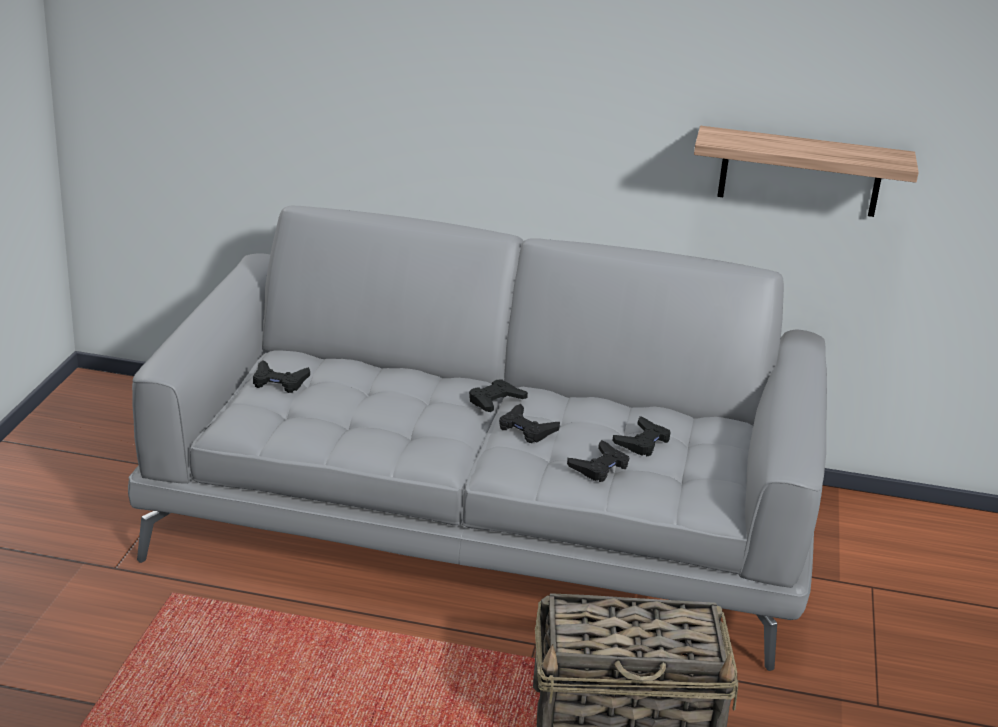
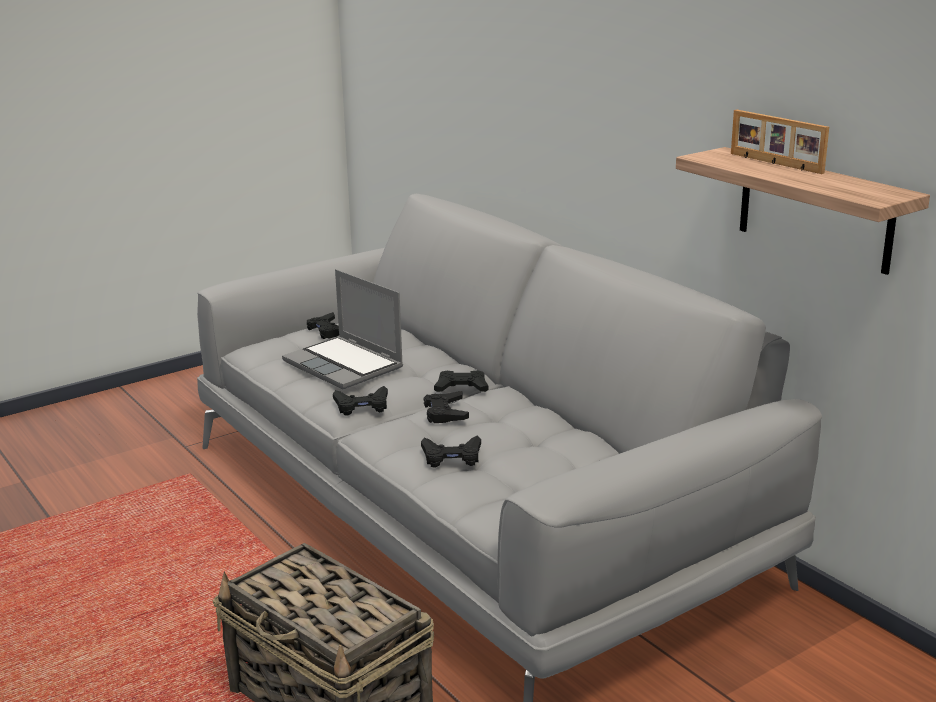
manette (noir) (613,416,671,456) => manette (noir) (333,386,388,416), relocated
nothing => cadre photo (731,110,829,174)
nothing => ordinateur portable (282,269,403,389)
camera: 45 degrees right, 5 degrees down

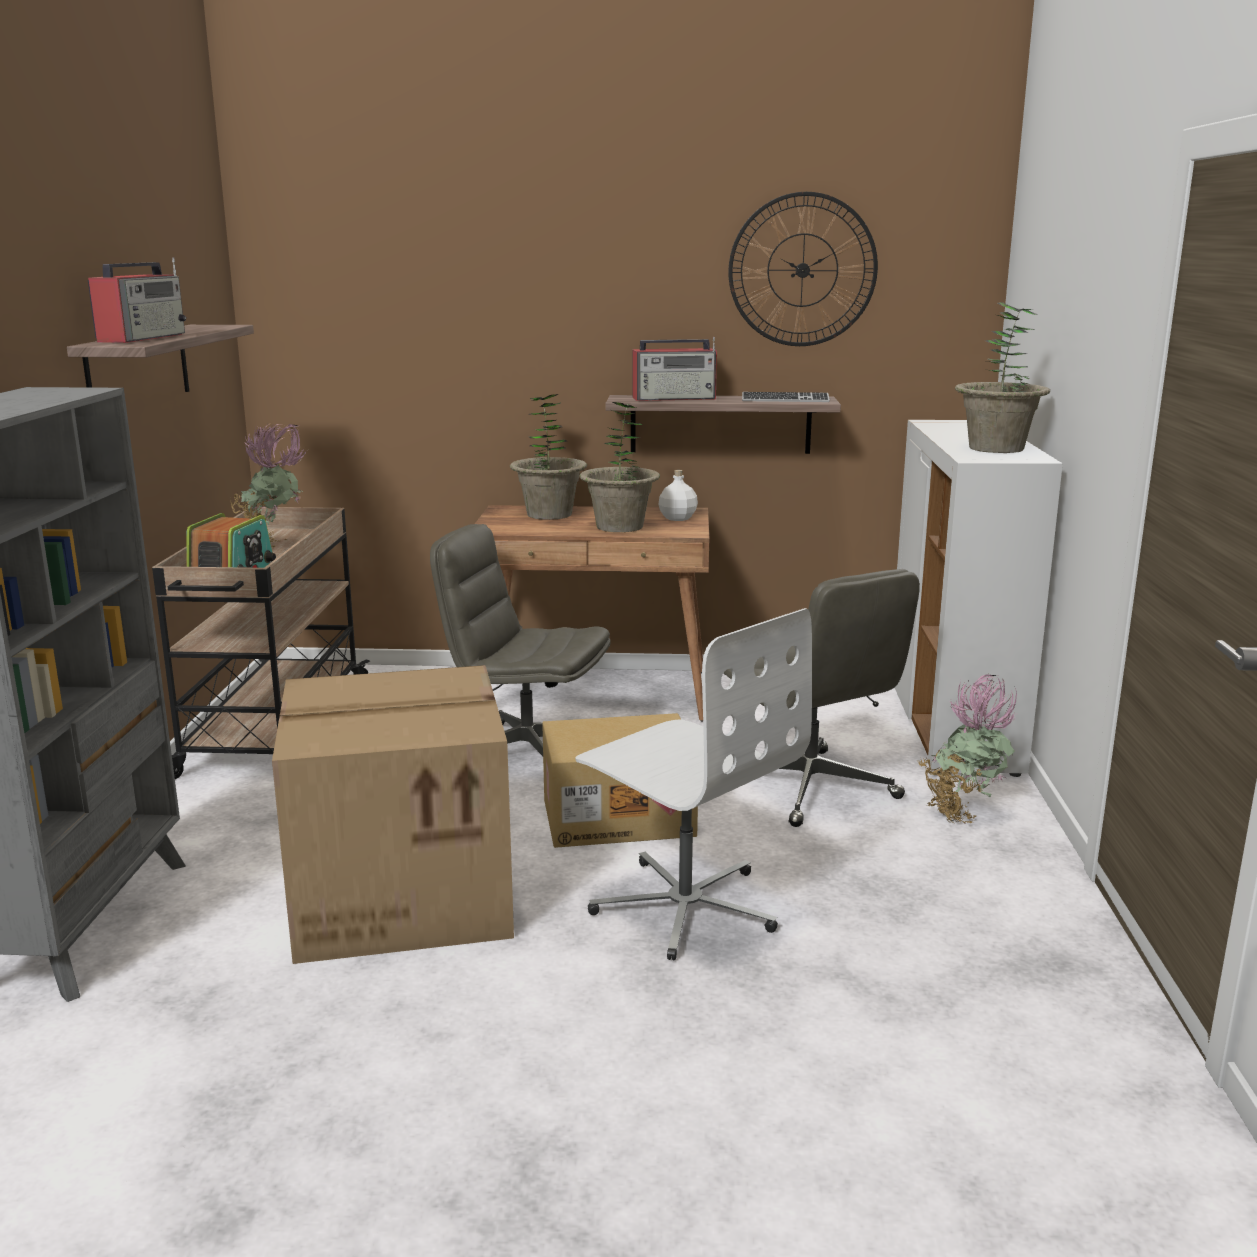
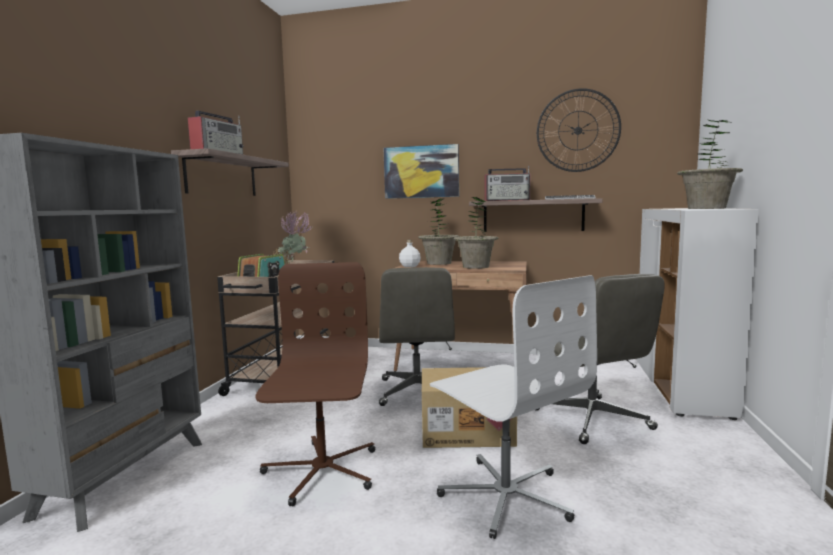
bouteille (blanc) (658,470,698,521) => bouteille (blanc) (399,240,421,267), relocated
chaise de bureau (gris) (430,524,611,756) => chaise de bureau (gris) (379,267,455,406), 120 degrees counterclockwise
carton (272,665,514,964) => chaise de bureau (marron) (255,262,375,506)
plante en pot (917,674,1017,823) => nothing
nothing => tableau (384,144,459,199)
camera: 10 degrees right, 10 degrees down

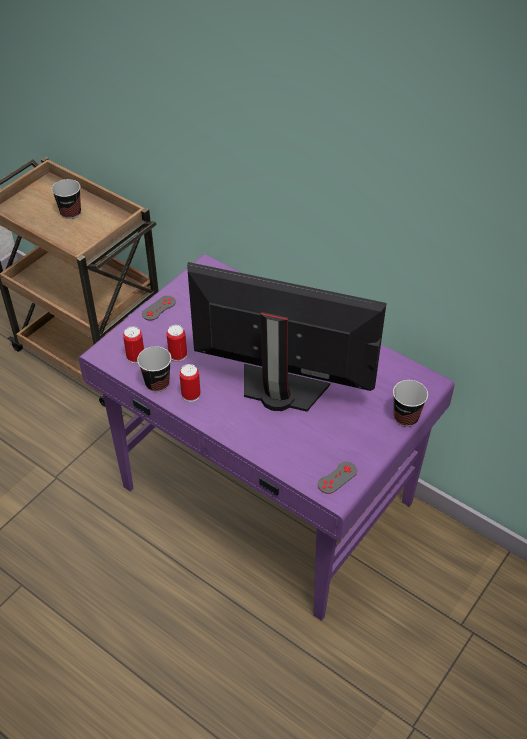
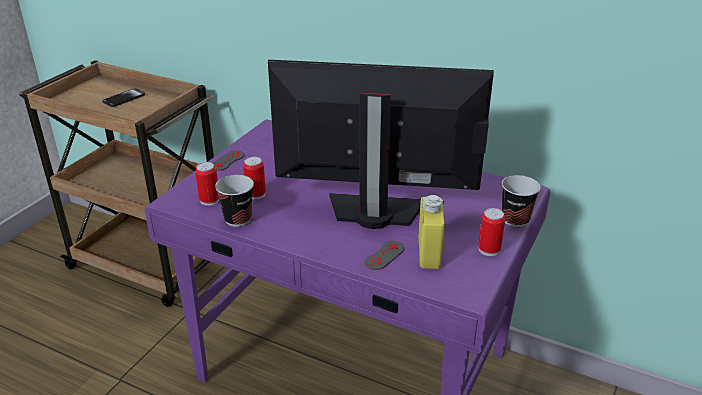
tasse (52,179,81,219) => téléphone (102,89,145,107)
boîte métallique (179,364,201,402) => boîte métallique (478,208,505,256), relocated
manette (gris) (318,462,357,494) => manette (gris) (364,241,404,270), relocated
nothing => bouteille (jaune) (418,195,445,269)
camera: 10 degrees left, 15 degrees down

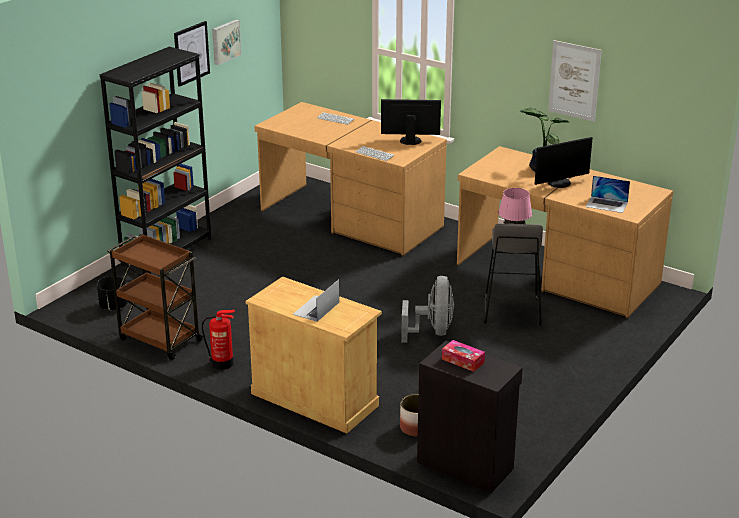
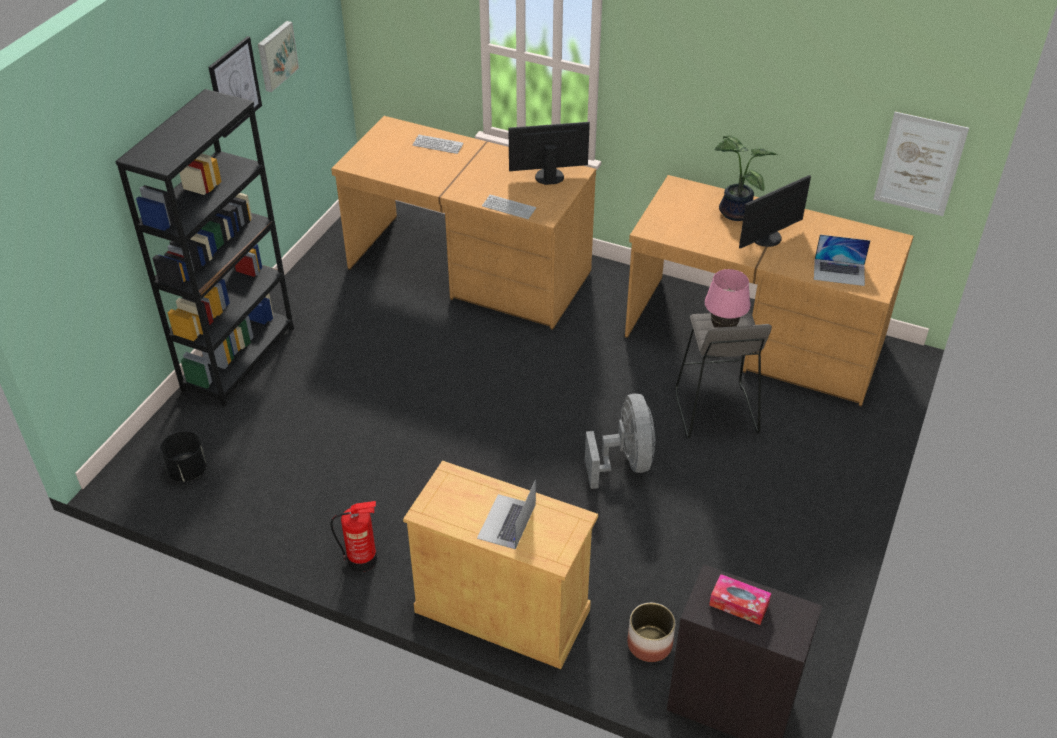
tableau (548,40,602,122) => tableau (873,112,969,216), relocated
chariot (marron) (107,234,203,360) => nothing
camera: 10 degrees left, 15 degrees up

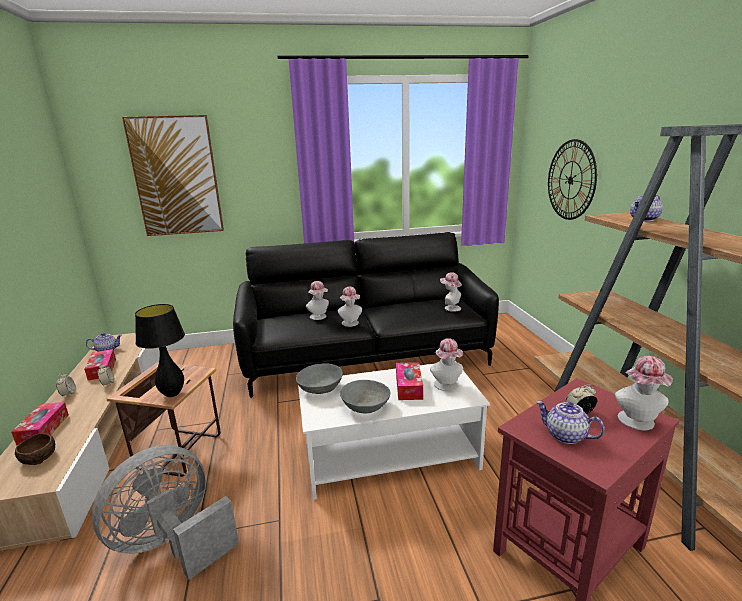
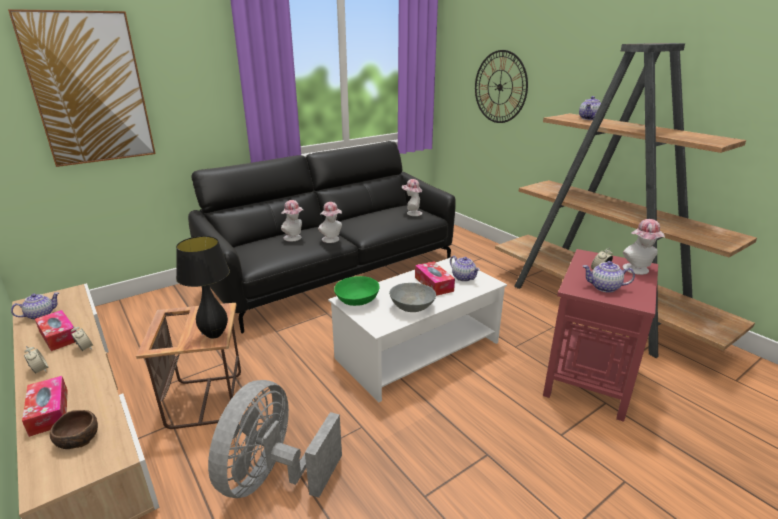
chapeau (430,338,463,391) => théière (450,256,480,282)
bol (gris) (296,363,343,394) => bol (vert) (334,276,380,306)
camera: 25 degrees left, 5 degrees up

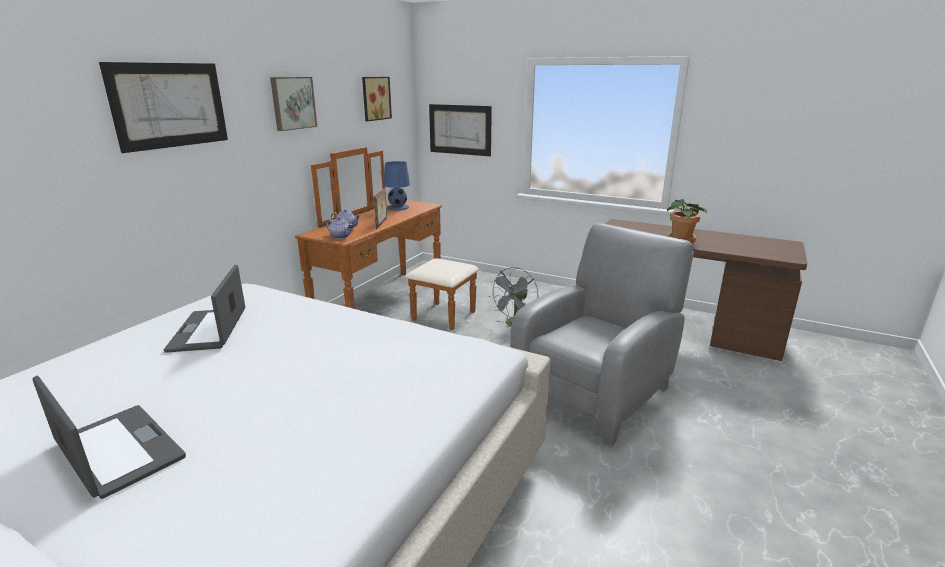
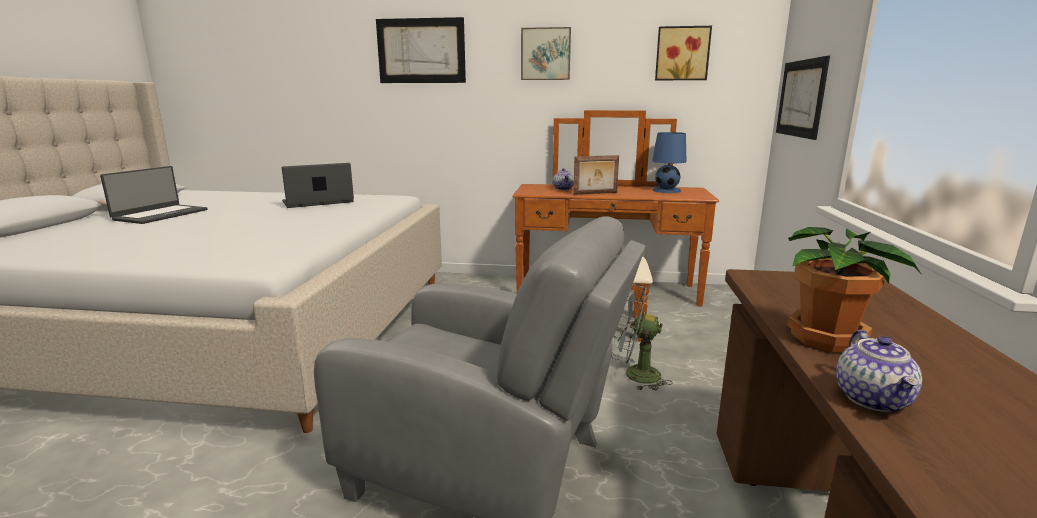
théière (326,217,353,239) => théière (836,330,922,412), relocated
camera: 70 degrees right, 5 degrees down

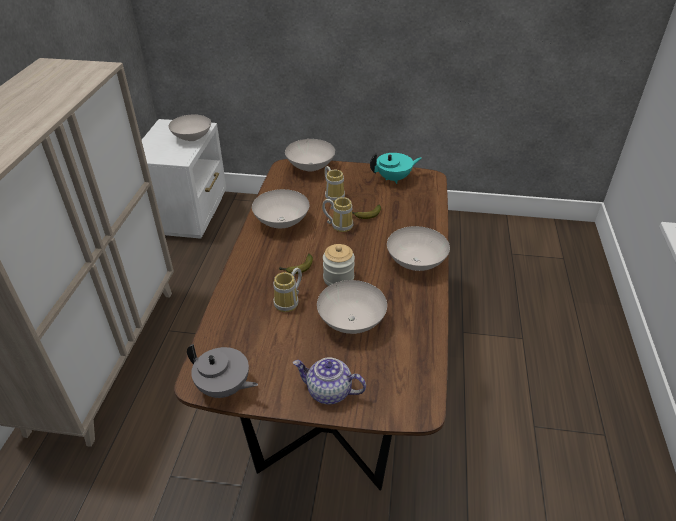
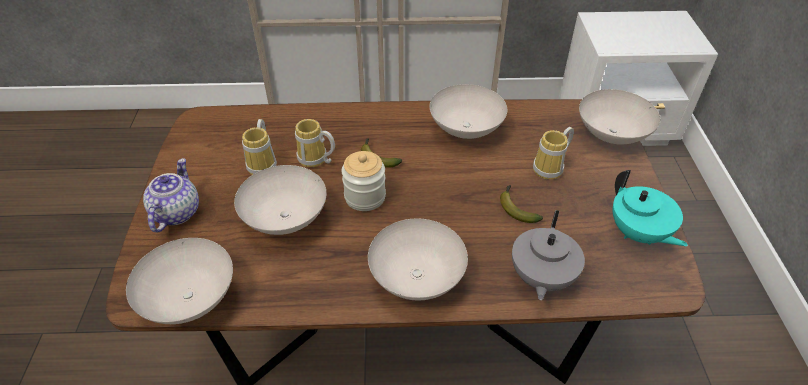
bol (blanc) (169,114,211,141) => bol (blanc) (126,238,233,324), relocated
mug (322,197,353,232) => mug (242,119,277,175), relocated
théière (gris) (187,344,258,398) => théière (gris) (512,210,585,300), relocated
camera: 80 degrees right, 5 degrees up

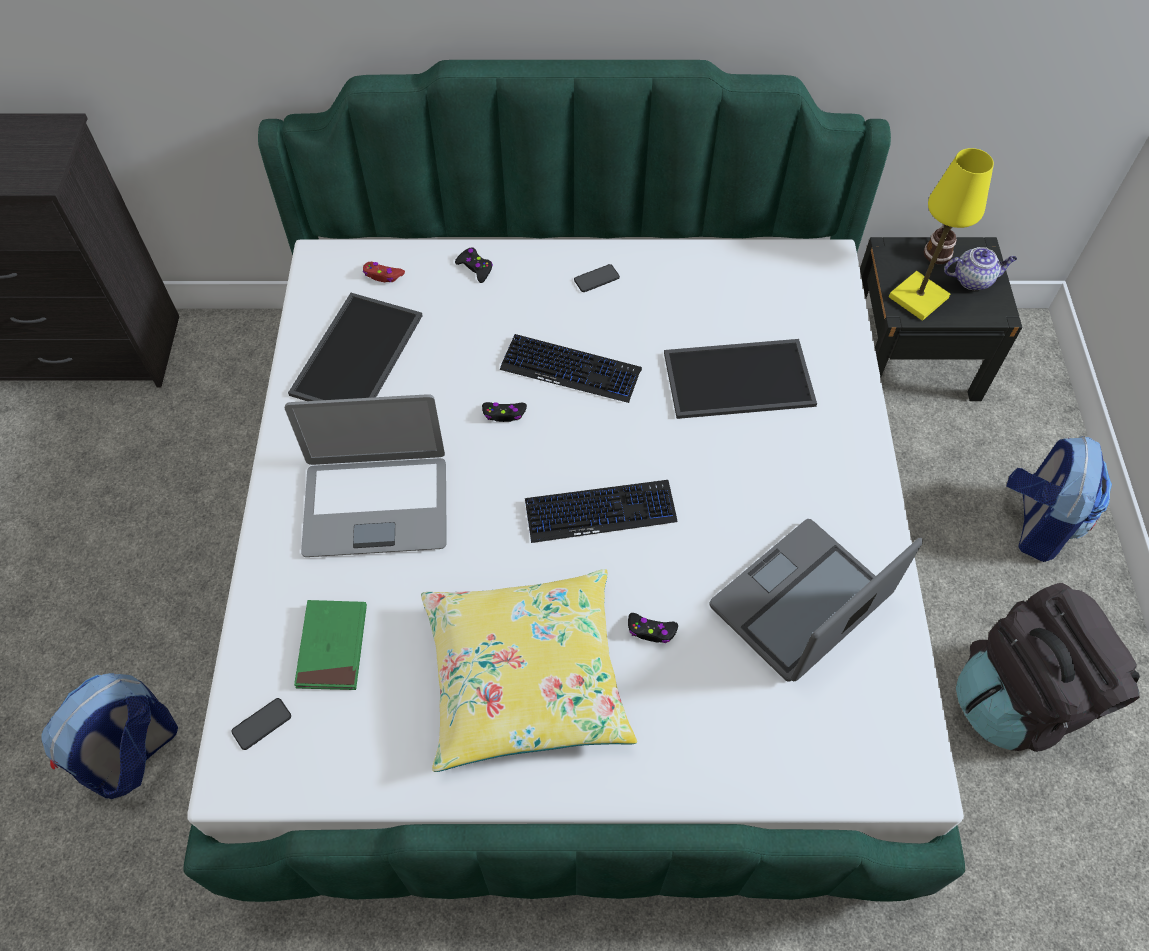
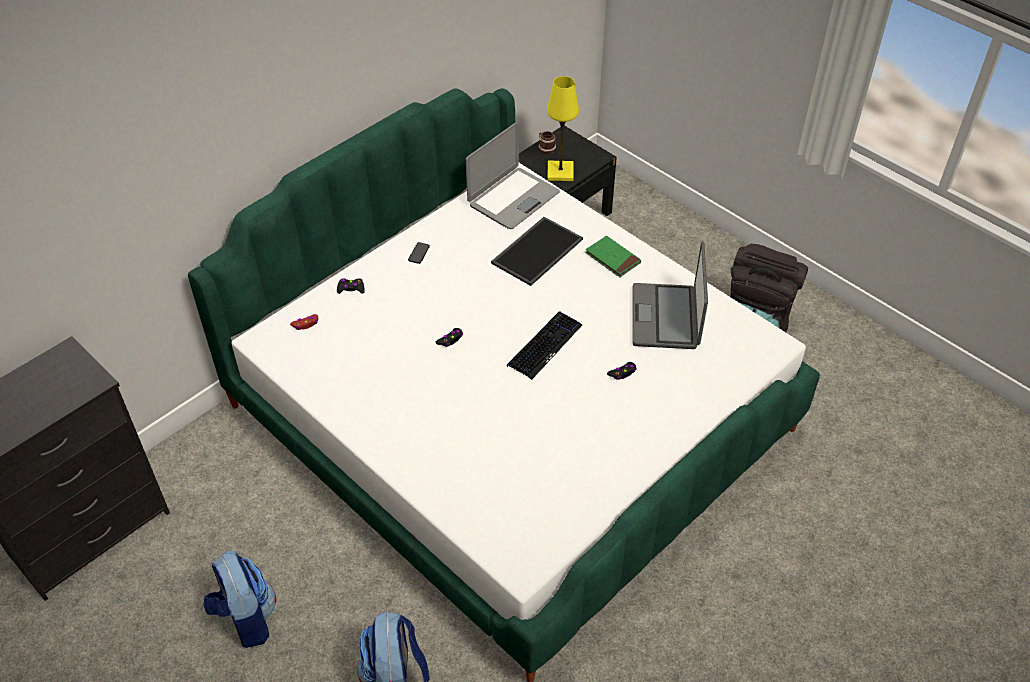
théière (944,247,1017,290) => nothing
plateau (288,293,423,401) => nothing
clavier (500,334,642,403) => nothing
ordinateur portable (285,394,447,557) => ordinateur portable (466,122,560,229), relocated
sac à dos (1006,436,1112,562) => sac à dos (203,551,276,648), relocated
coussin (jaune) (421,569,637,772) => nothing
livre (vert) (294,600,367,690) => livre (vert) (585,236,641,277), relocated
téléphone (231,698,291,750) => nothing
camera: 45 degrees left, 10 degrees down

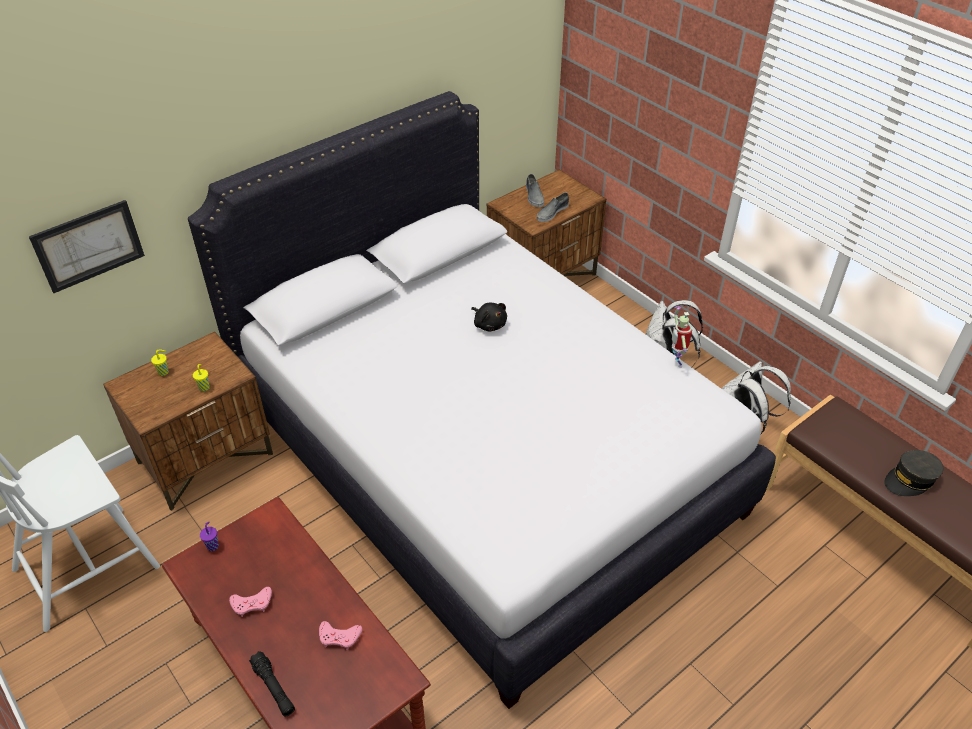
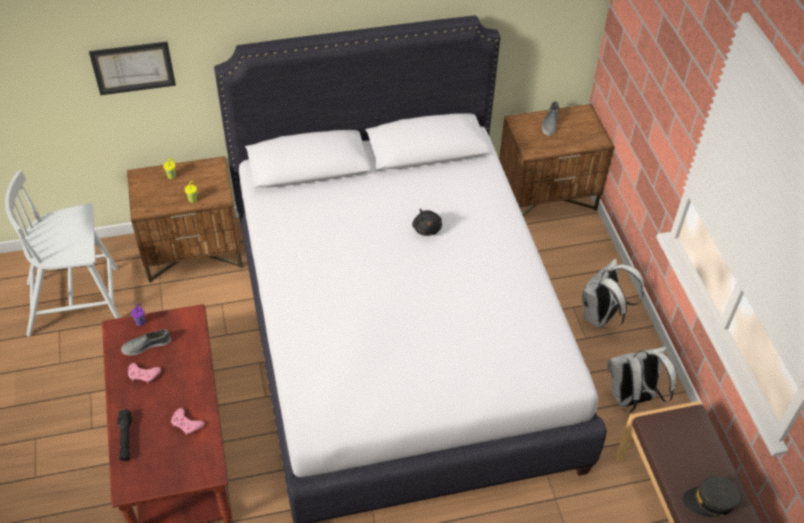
chaussure (gris) (537,193,569,222) => chaussure (gris) (121,329,171,355), relocated
robot jouet (672,306,692,368) => nothing
camera: 25 degrees right, 5 degrees up

